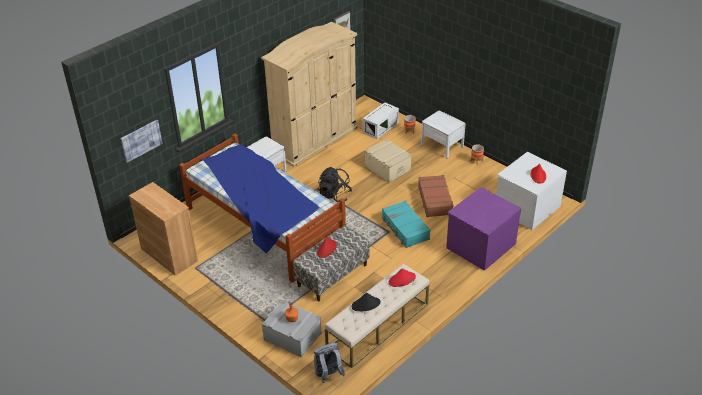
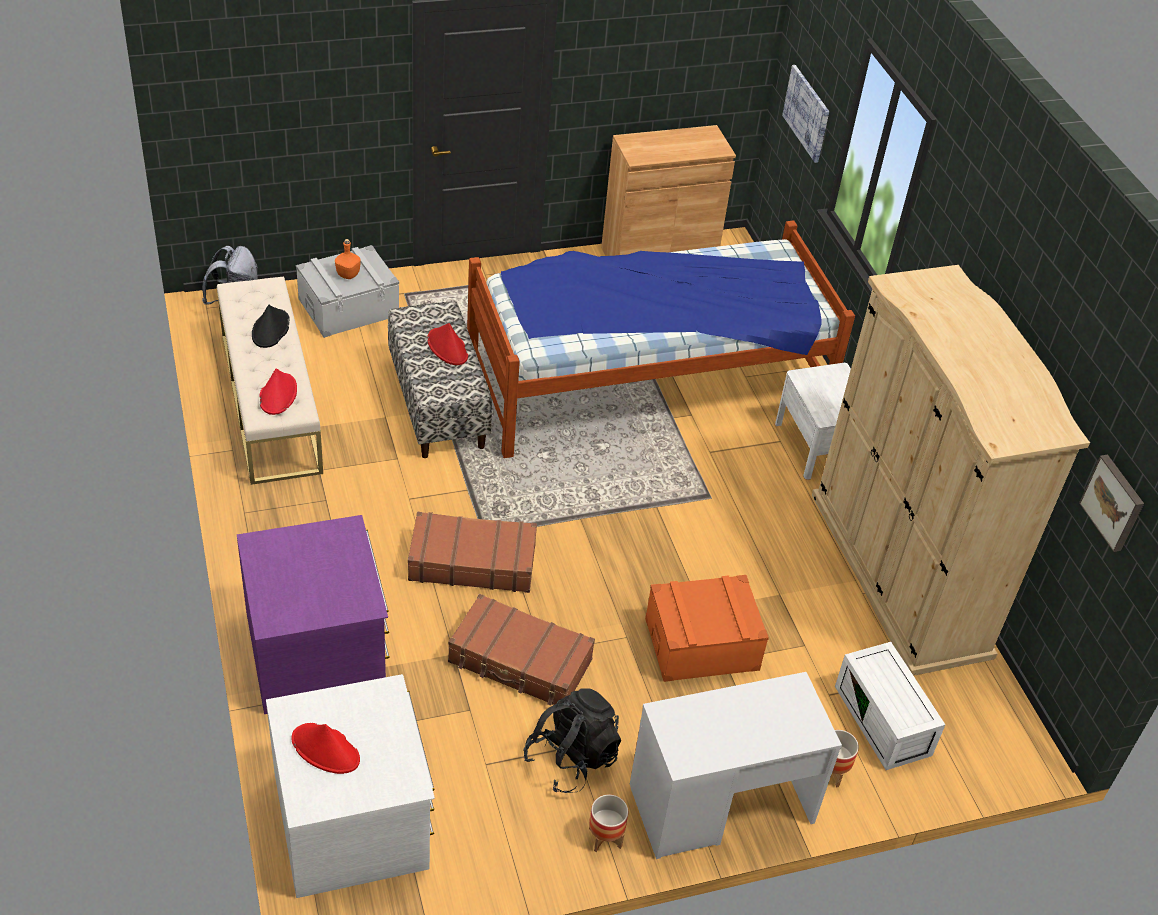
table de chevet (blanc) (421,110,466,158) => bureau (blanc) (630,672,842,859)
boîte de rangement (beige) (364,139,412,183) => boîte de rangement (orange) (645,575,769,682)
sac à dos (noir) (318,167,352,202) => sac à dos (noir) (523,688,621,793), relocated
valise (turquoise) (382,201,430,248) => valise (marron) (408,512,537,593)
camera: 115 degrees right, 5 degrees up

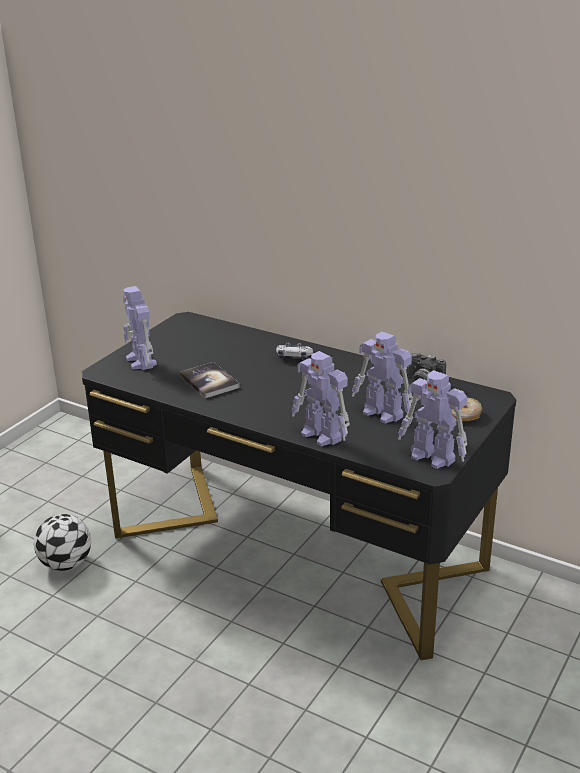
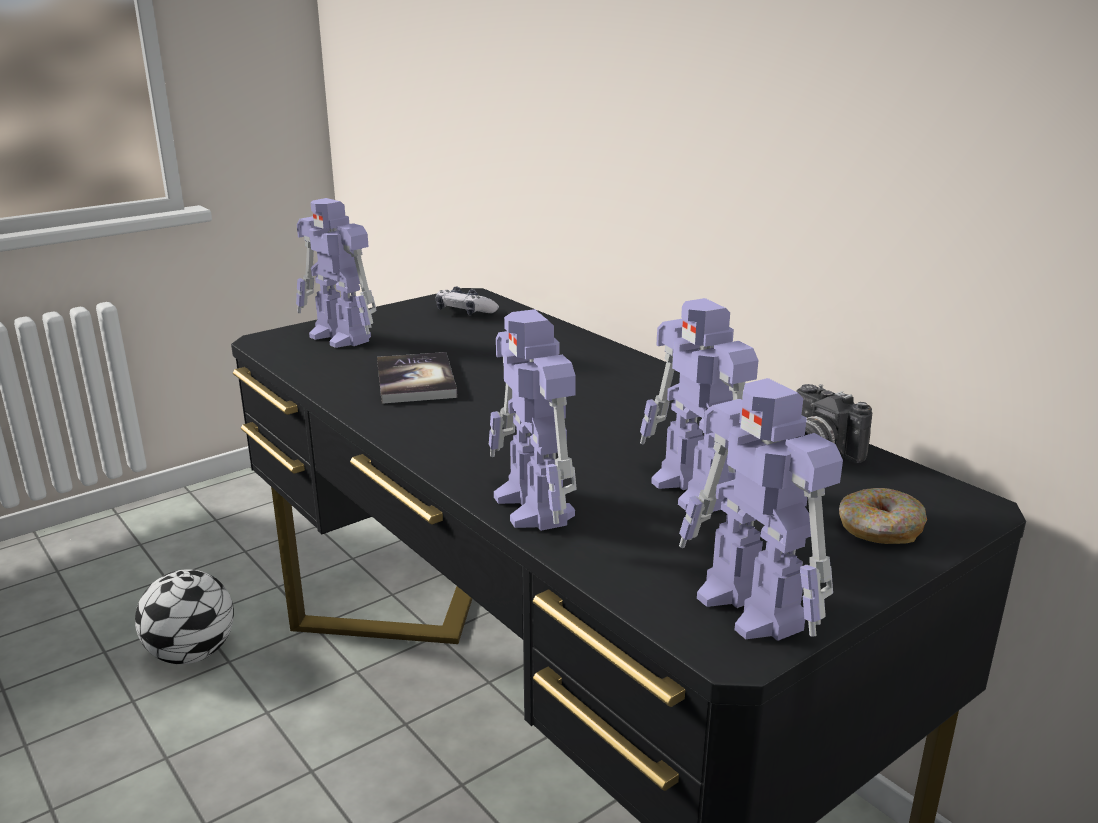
robot jouet (123,286,157,370) => robot jouet (296,198,377,348), 45 degrees counterclockwise
manette (276,342,313,360) => manette (436,287,499,315), relocated
camera: 20 degrees right, 5 degrees down

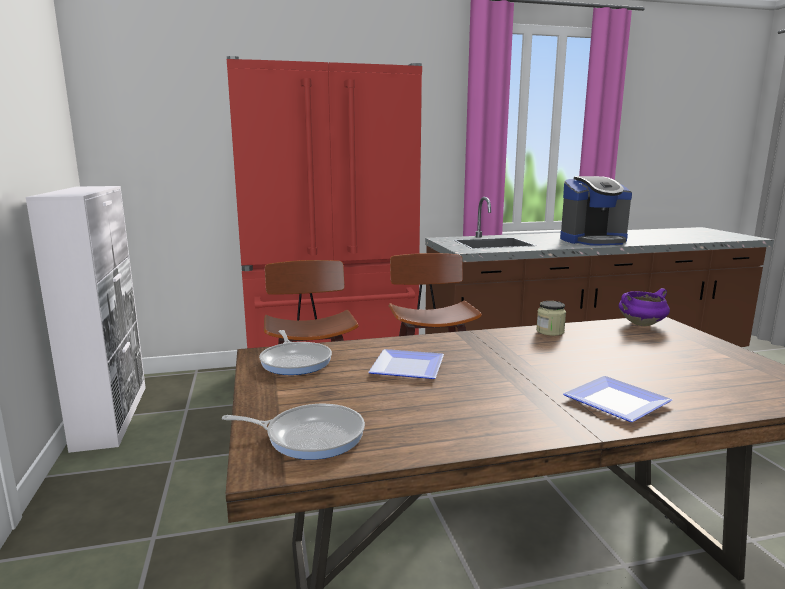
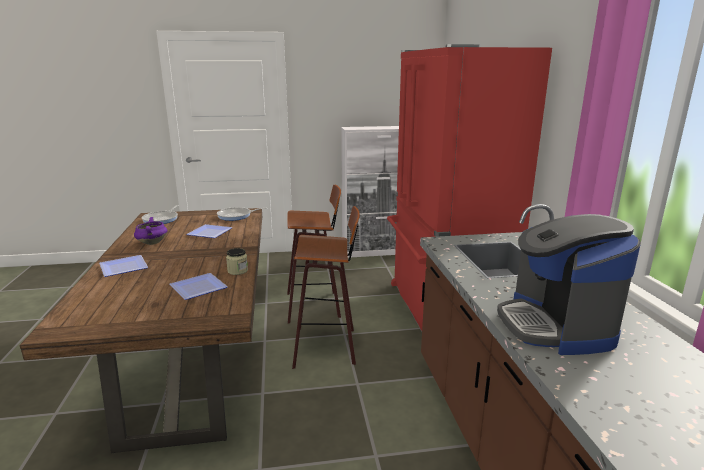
marmite (violet) (619,288,670,326) => marmite (violet) (134,217,168,245), relocated
nothing => assiette (170,273,228,300)
camera: 95 degrees right, 5 degrees up

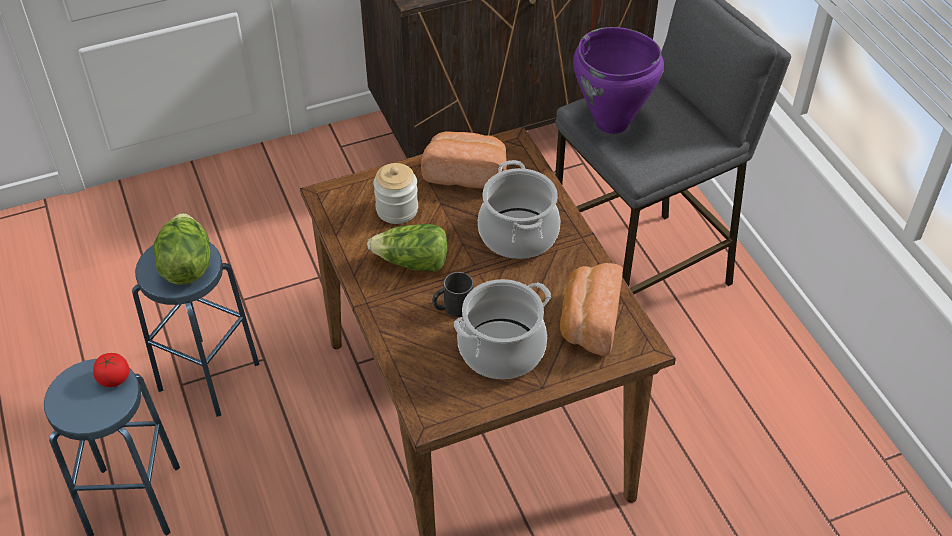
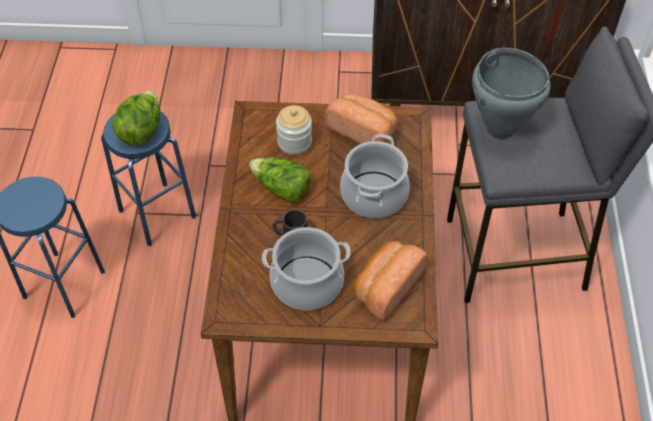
marmite (violet) (573,27,664,134) => marmite (gris) (472,48,551,139)
tomate (93,353,129,387) => nothing
camera: 25 degrees right, 5 degrees up

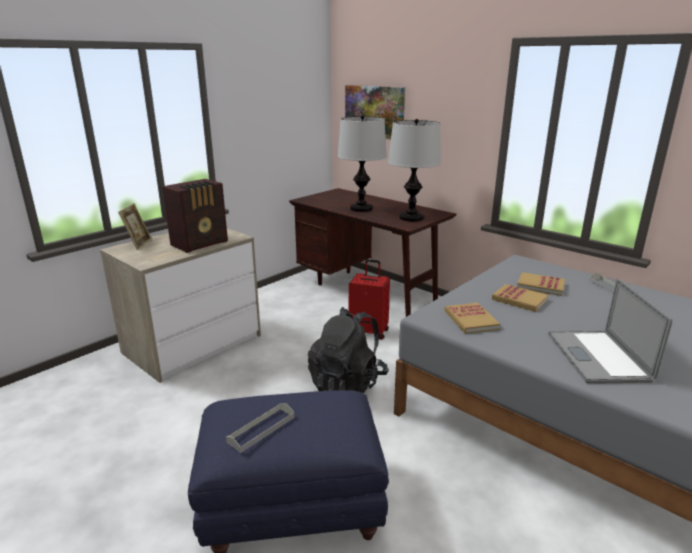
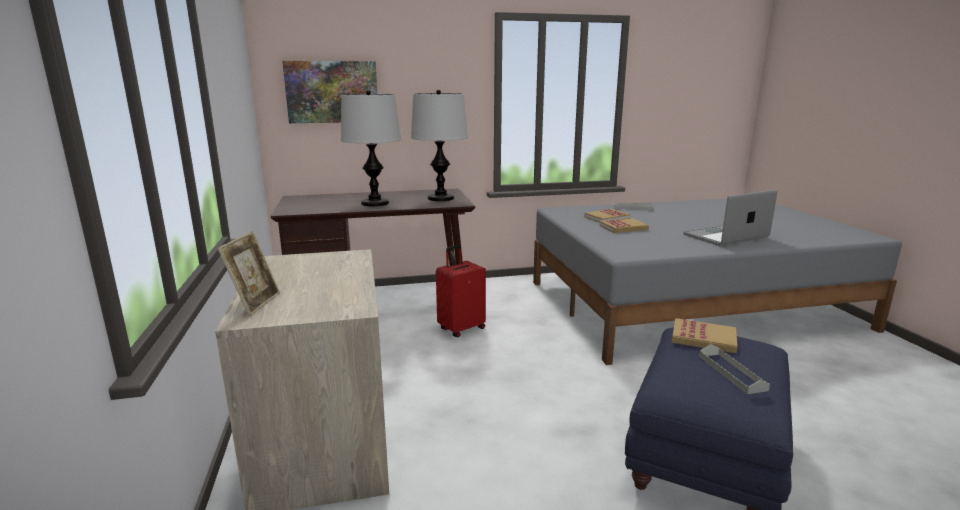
radio (162,179,228,253) => nothing
cadre photo (118,203,152,250) => cadre photo (217,231,280,316), 60 degrees clockwise
ordinateur portable (548,278,672,384) => ordinateur portable (684,190,777,246), 120 degrees clockwise
livre (445,303,500,334) => livre (672,318,737,353), relocated
sac à dos (noir) (308,307,389,393) => nothing
camera: 55 degrees left, 5 degrees down

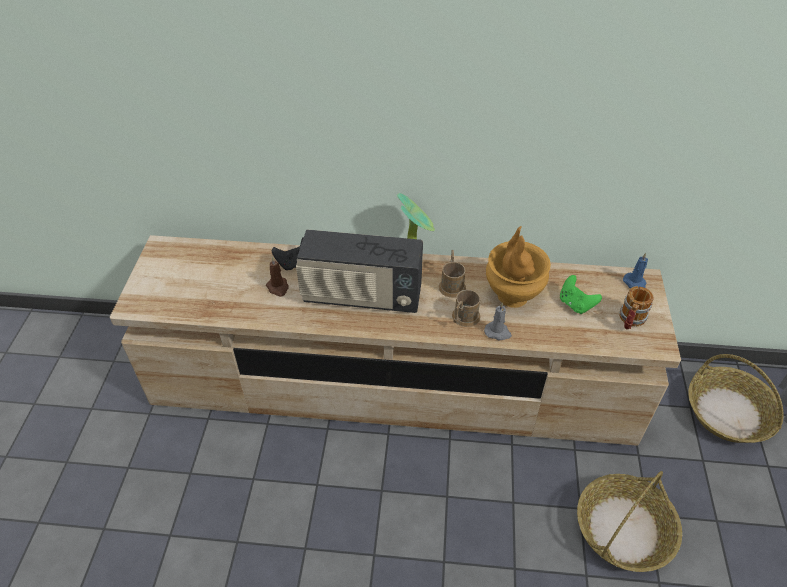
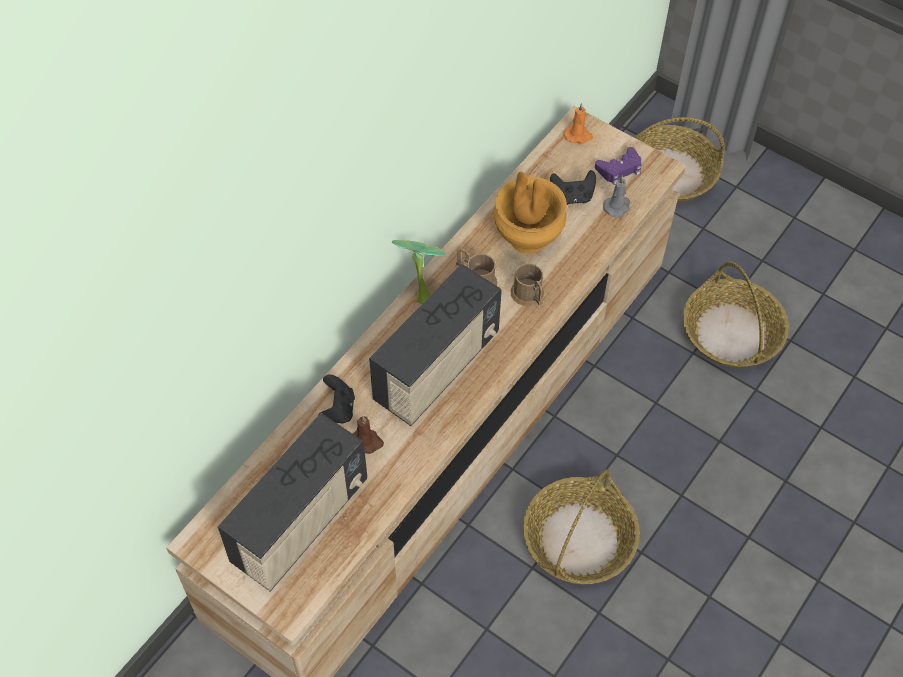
bougie (bleu) (623,253,648,289) => bougie (orange) (564,103,593,144)
manette (vert) (560,275,602,314) => manette (noir) (550,170,596,205)
mug (620,286,654,330) => manette (violet) (595,147,642,185)
bougie (gris) (484,302,512,340) => bougie (gris) (603,175,630,217), relocated
nothing => radio (218,413,367,591)
nothing => panier (523,469,640,584)
camera: 60 degrees left, 10 degrees up

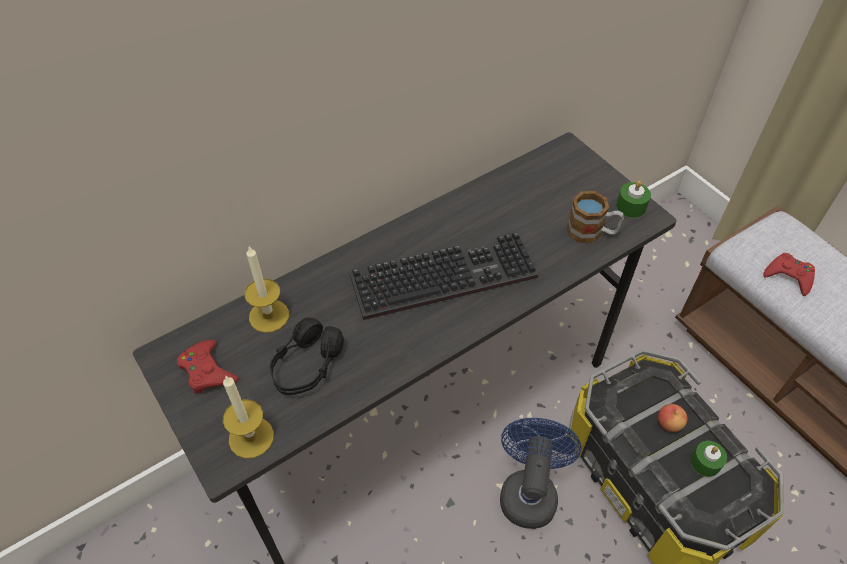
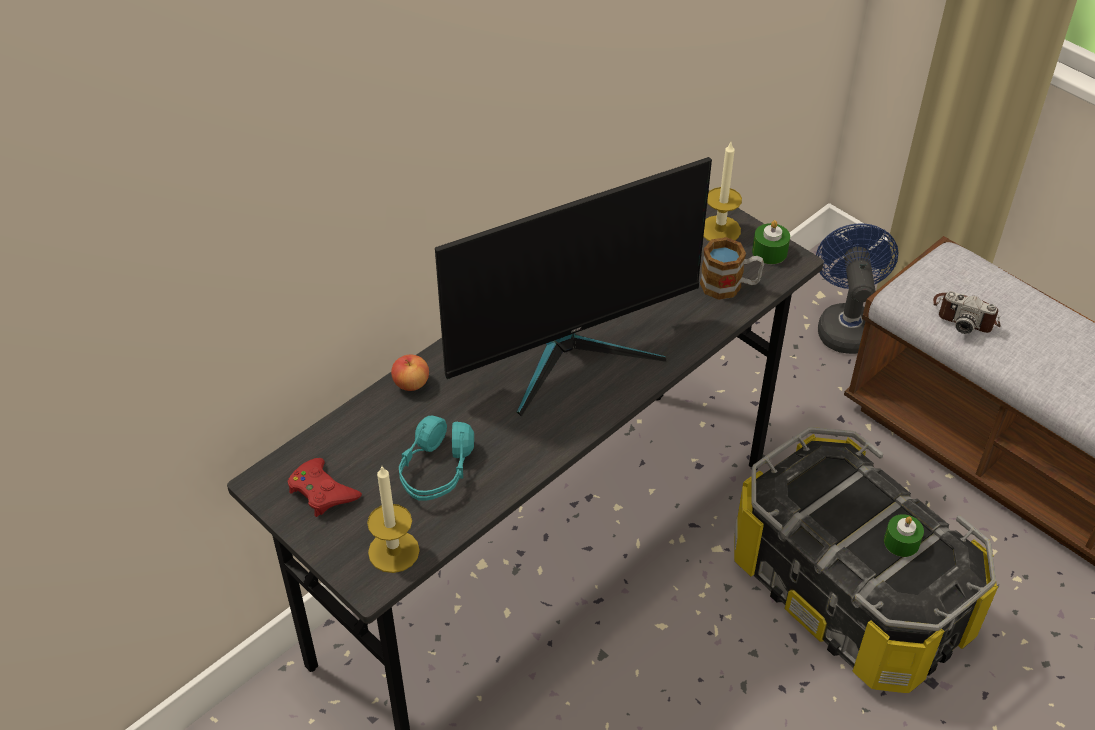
clavier (350,232,538,320) => écran d'ordinateur (435,157,712,417)
bougie (244,247,289,333) => bougie (703,142,742,241), relocated
manette (rouge) (763,253,815,296) => appareil photo (933,291,1001,334)
casque audio (noir) (270,317,344,395) => casque audio (turquoise) (399,415,474,501)
pomme (658,404,687,432) => pomme (391,355,429,391), relocated
ventilateur (bleu) (500,418,581,529) => ventilateur (bleu) (816,223,899,354), relocated
camera: 10 degrees left, 5 degrees down

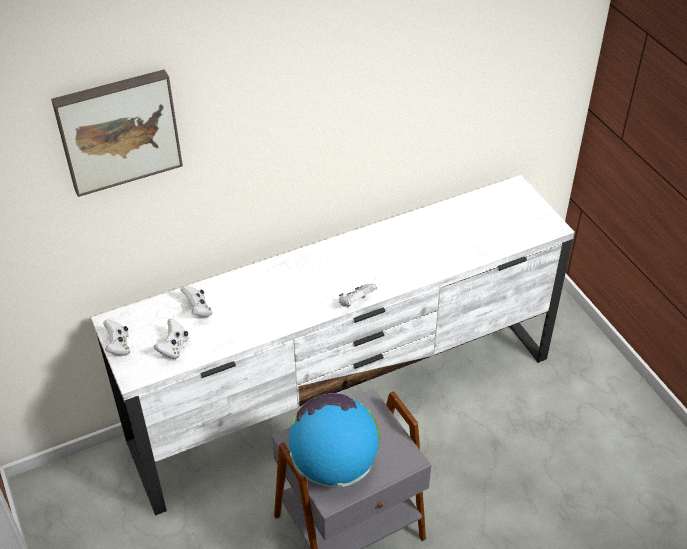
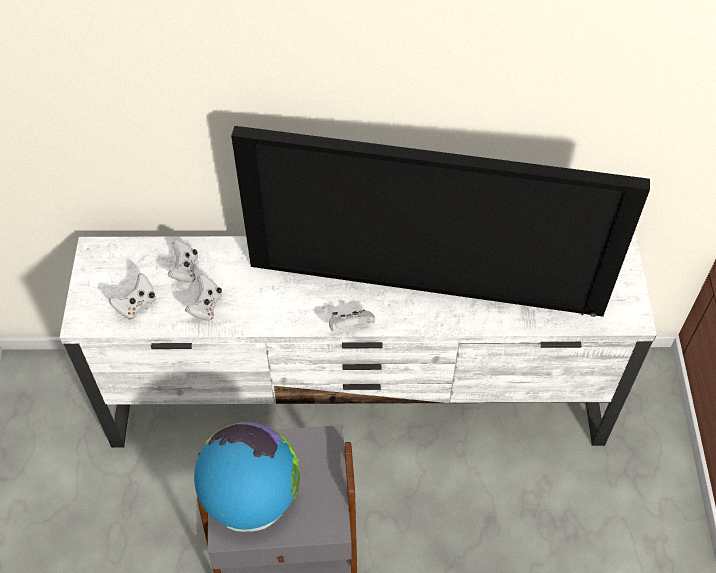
tableau (51,69,183,197) => nothing
manette (blanc) (103,320,130,356) => manette (blanc) (185,274,222,321), relocated
nothing => téléviseur (231,126,650,317)
camera: 25 degrees right, 10 degrees up

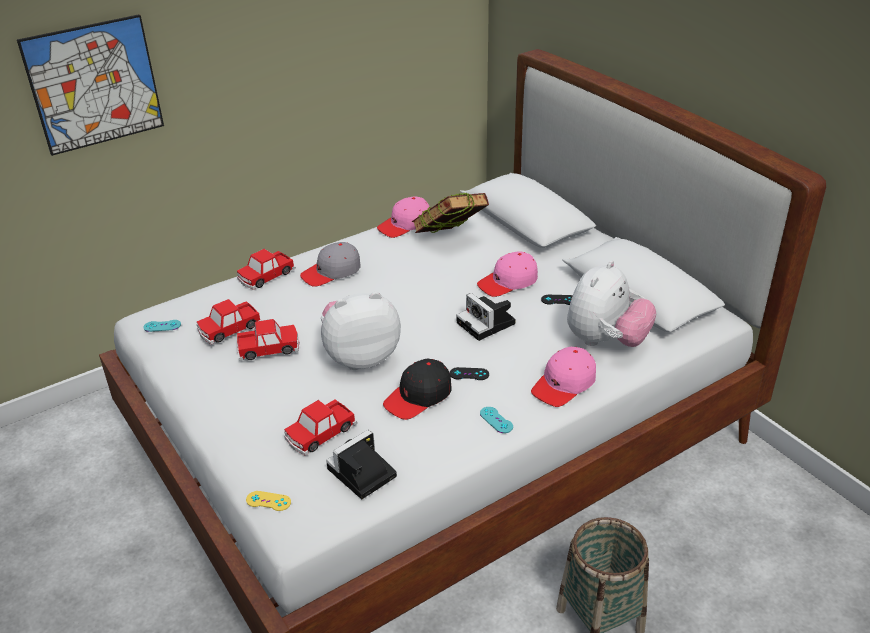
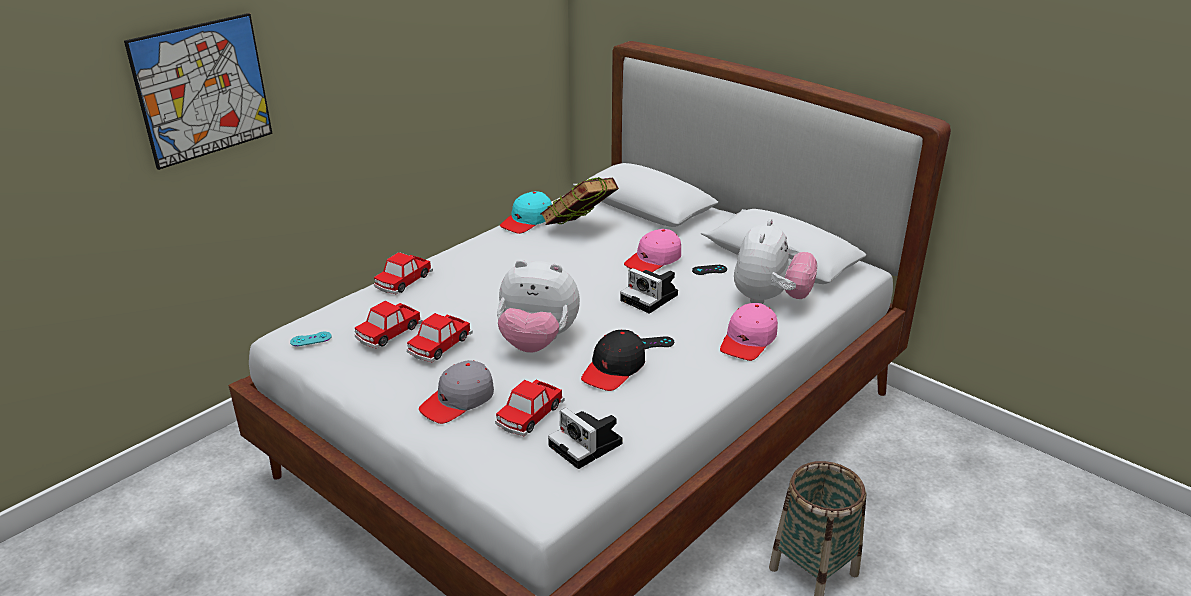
casquette (rose) (377,196,430,238) => casquette (turquoise) (500,191,552,234)
casquette (gris) (300,242,361,287) => casquette (gris) (419,360,494,424), relocated
peluche (321,292,401,370) => peluche (497,260,580,353), 135 degrees counterclockwise
petite voiture (237,319,300,360) => petite voiture (407,313,473,362), 150 degrees clockwise
manette (turquoise) (480,407,513,433) => nothing
appareil photo (326,430,397,499) => appareil photo (548,407,623,469), 75 degrees counterclockwise
manette (jaune) (246,491,291,511) => nothing
camera: 15 degrees left, 5 degrees down

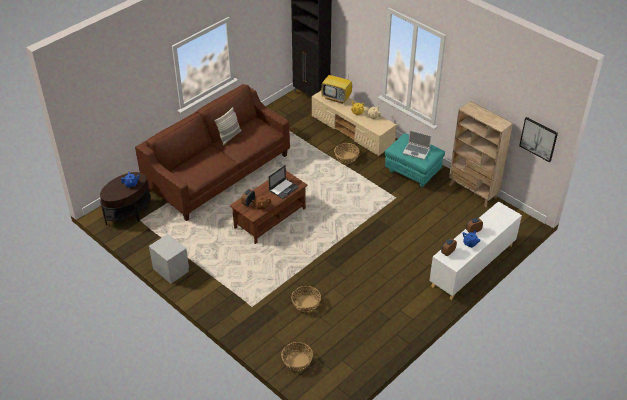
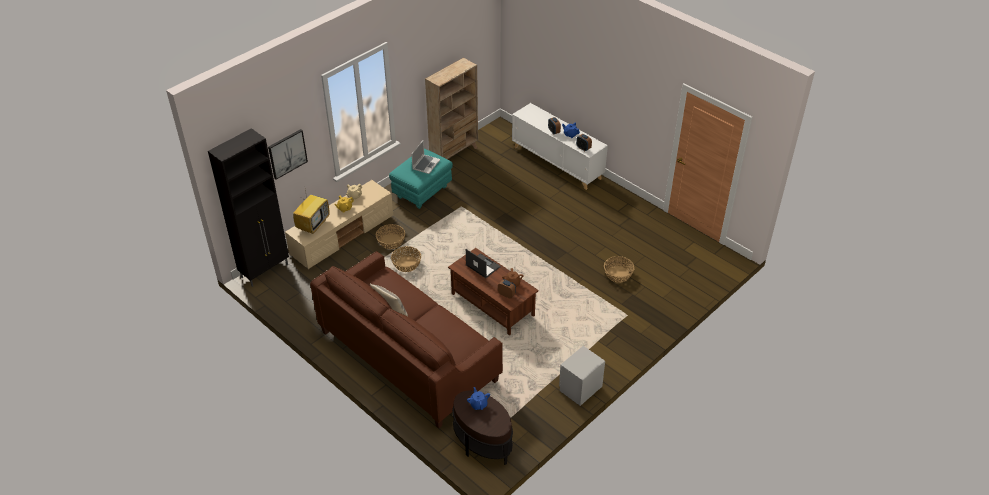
tableau (519,117,558,162) => tableau (268,129,308,180), relocated
panier (281,342,313,371) => panier (391,246,421,272), relocated
camera: 90 degrees left, 0 degrees up

